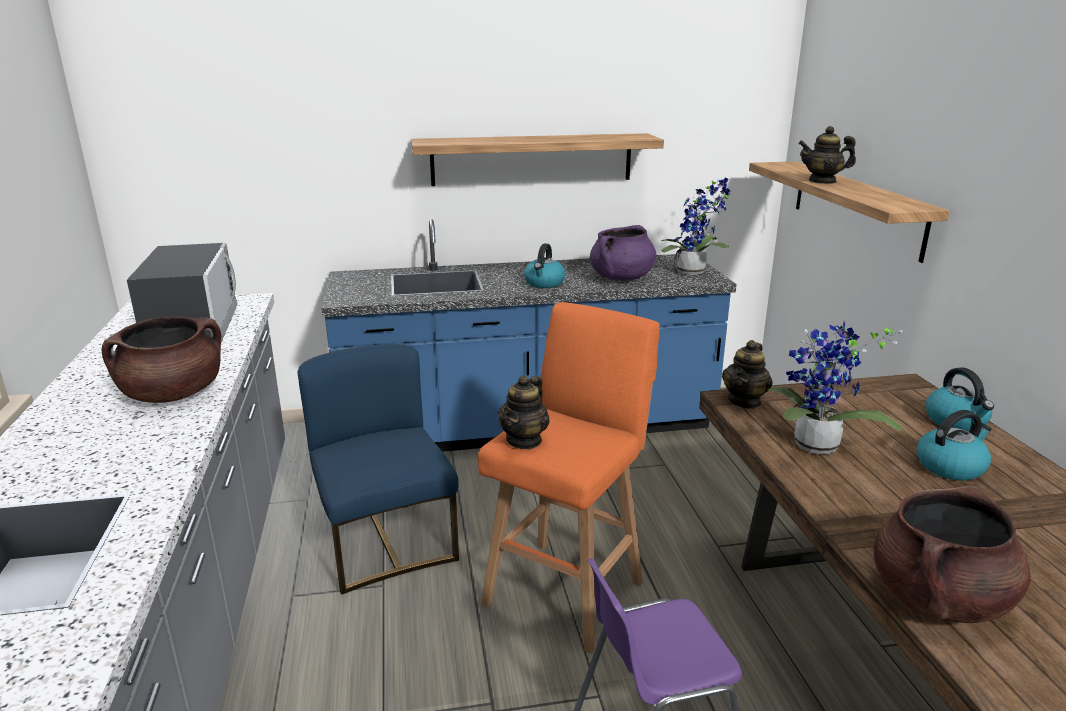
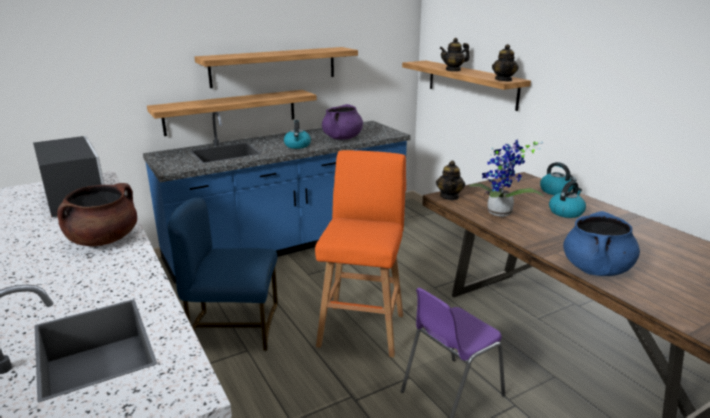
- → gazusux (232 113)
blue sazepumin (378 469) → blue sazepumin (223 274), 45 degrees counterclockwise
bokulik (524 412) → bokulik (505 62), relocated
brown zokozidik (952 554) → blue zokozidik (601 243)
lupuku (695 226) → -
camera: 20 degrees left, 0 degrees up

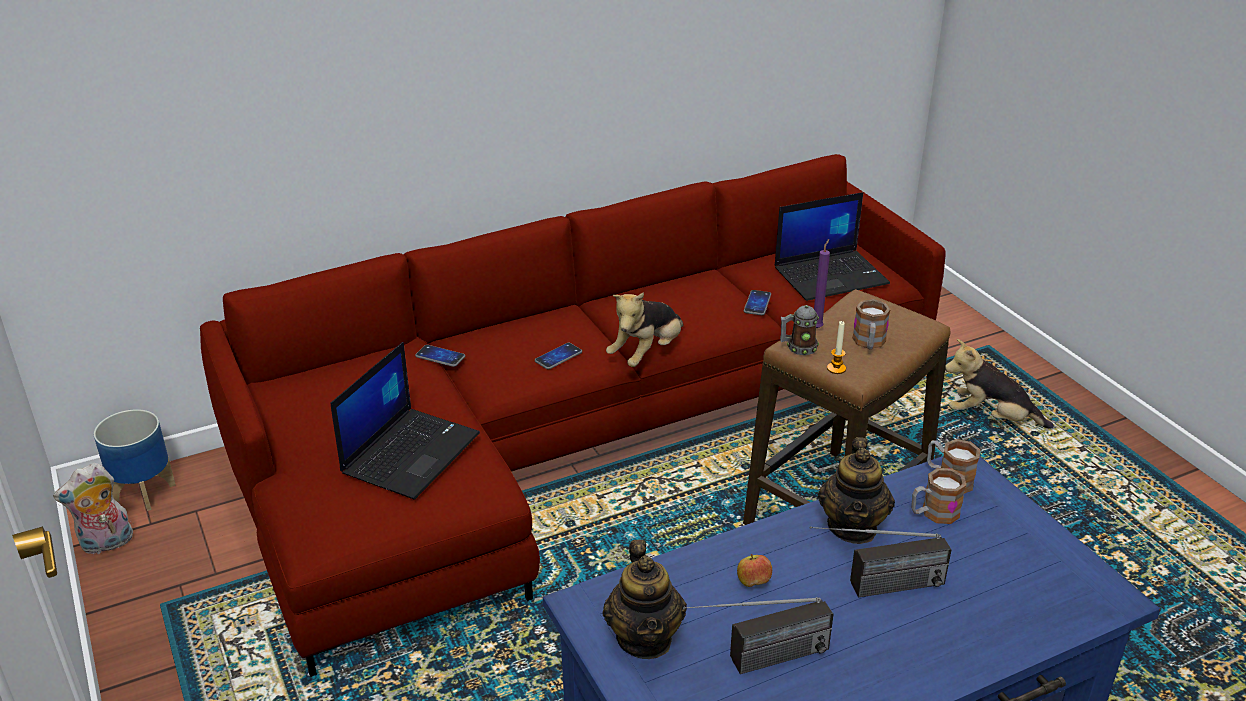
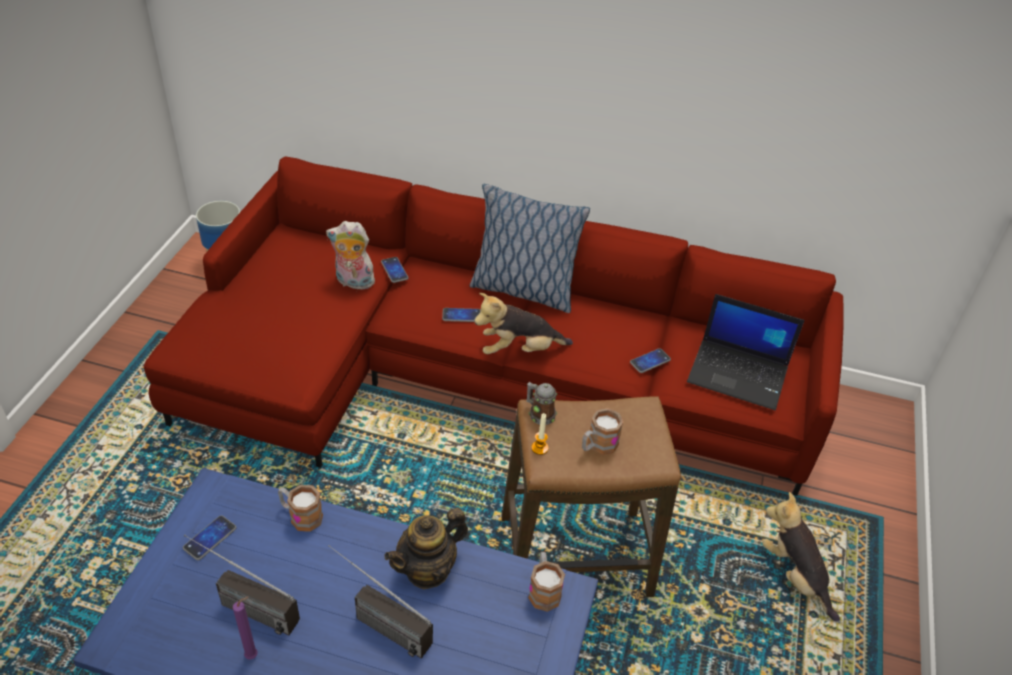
bokulik (645 599) → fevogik (209 538)
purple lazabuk (822 283) → purple lazabuk (245 627), relocated
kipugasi (938 496) → kipugasi (300 508), relocated
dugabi (93 508) → dugabi (350 255), relocated
- → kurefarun (529 248)
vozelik (405 421) → -
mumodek (754 570) → -
camera: 40 degrees right, 10 degrees up

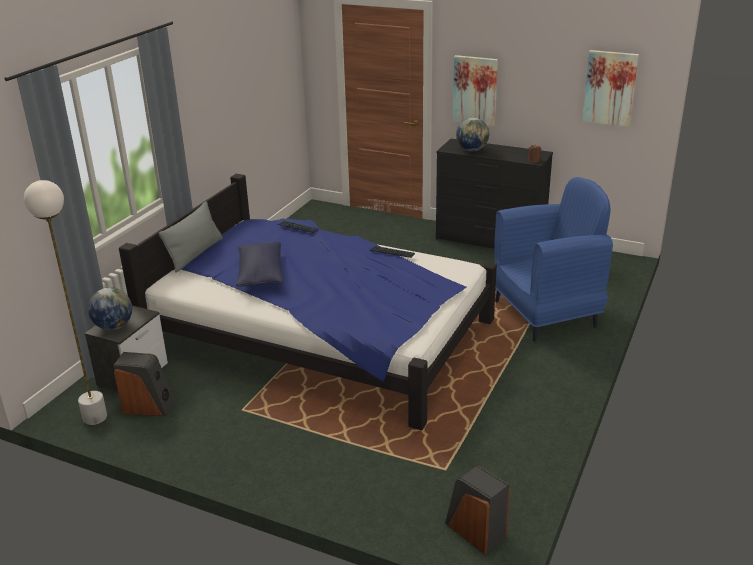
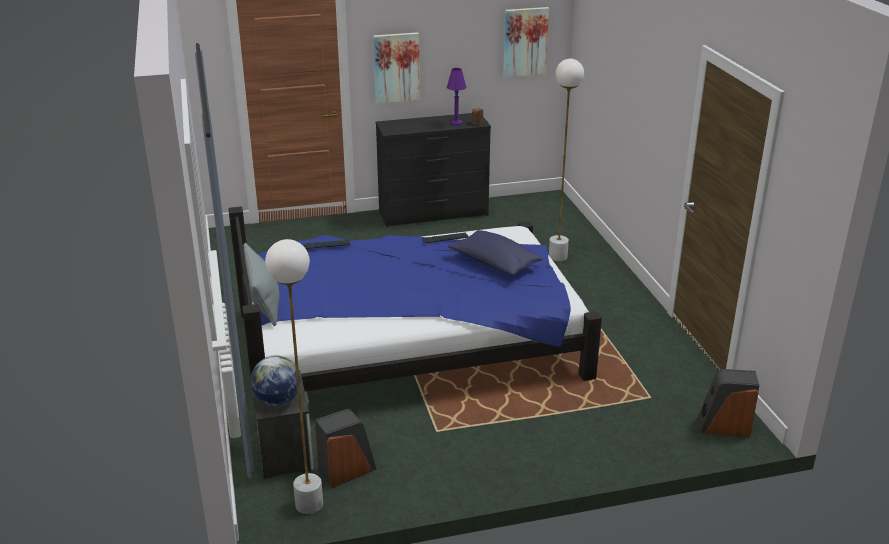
- → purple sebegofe (457 97)
blue kurefarun (259 264) → blue kurefarun (495 253), relocated
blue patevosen (553 259) → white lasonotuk (566 160)
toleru (472 135) → -
camera: 40 degrees left, 0 degrees up

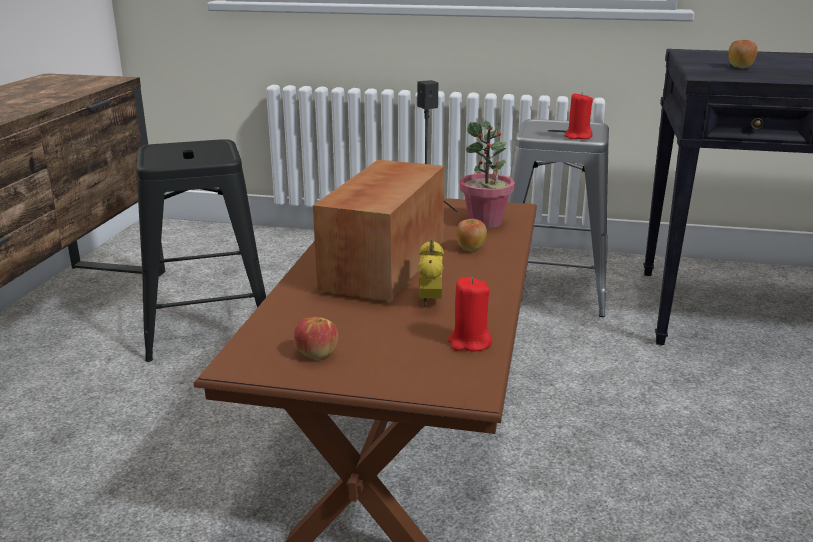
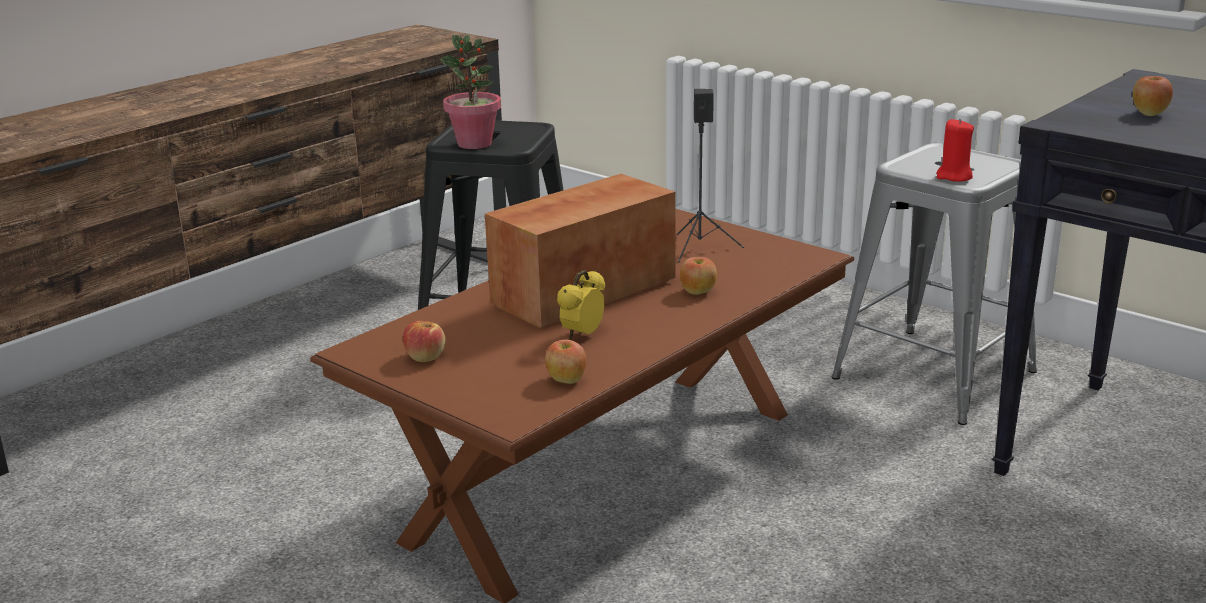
lupuku (487 174) → lupuku (470 91), relocated
red lazabuk (470 314) → mumodek (565 362)
camera: 30 degrees right, 0 degrees up

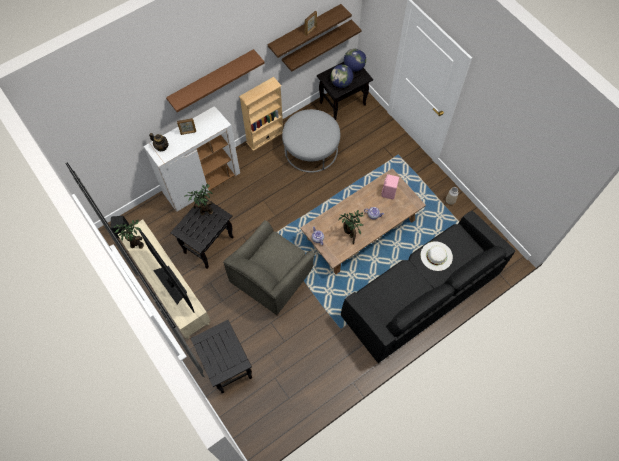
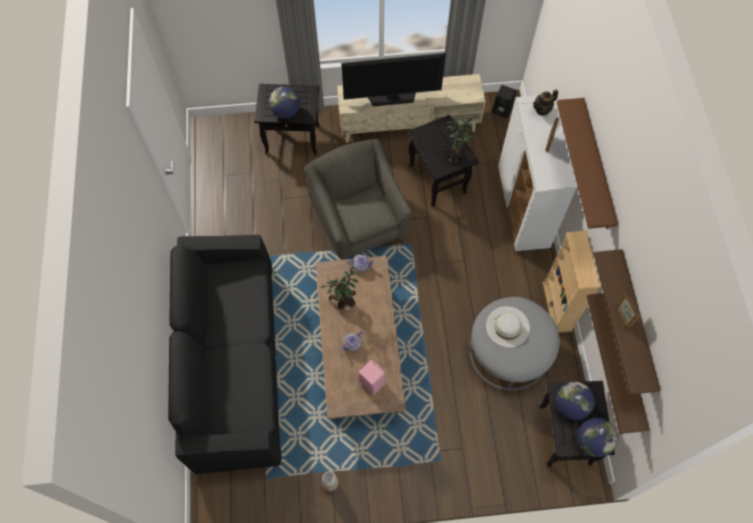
- → toleru (284 103)
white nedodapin (437 256) → white nedodapin (508 326), relocated
lupuku (128 234) → -
camera: 120 degrees right, 0 degrees up

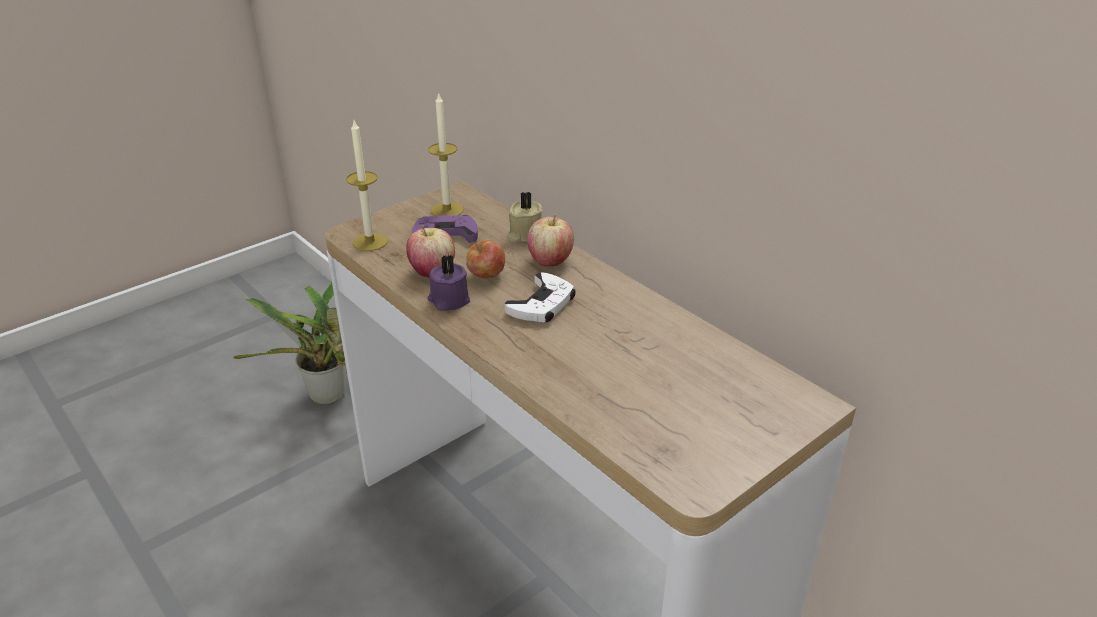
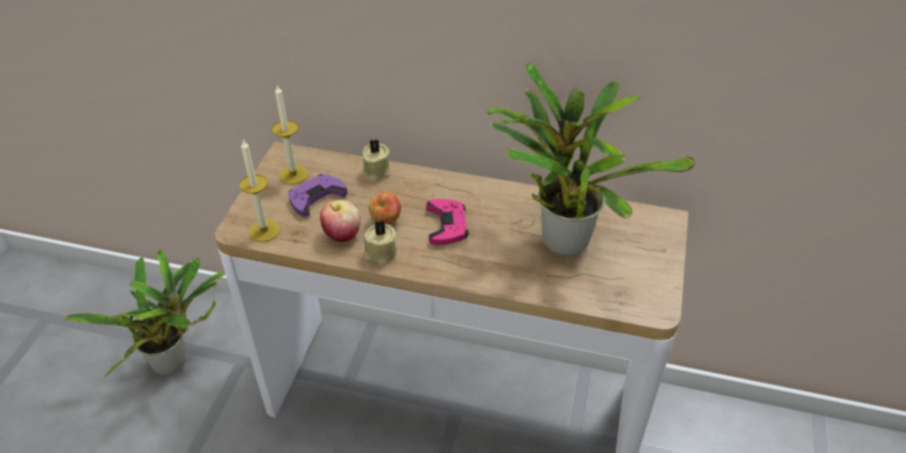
purple lazabuk (449 282) → beige lazabuk (380 242)
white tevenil (540 297) → pink tevenil (447 222)
- → lupuku (590 159)
mumodek (550 240) → -
camera: 35 degrees left, 10 degrees up

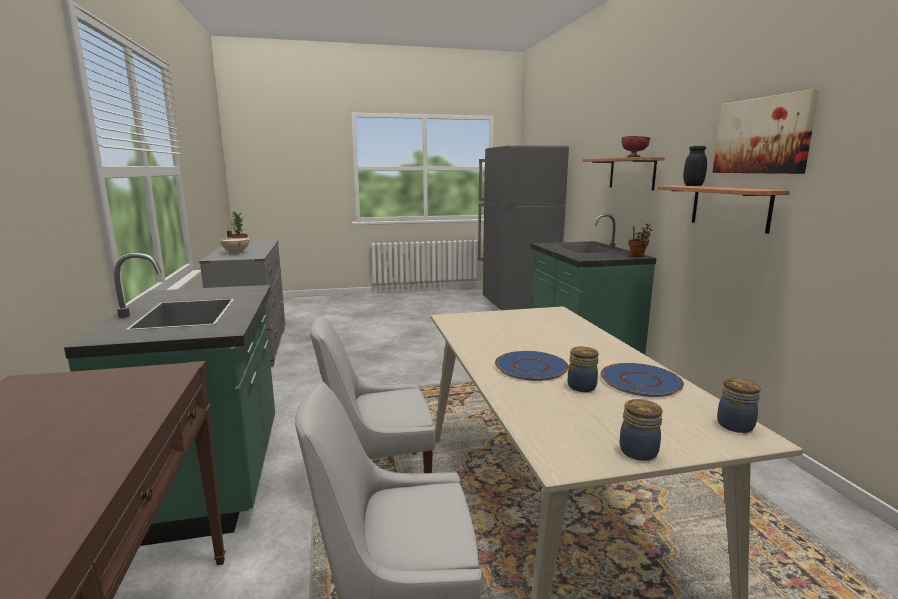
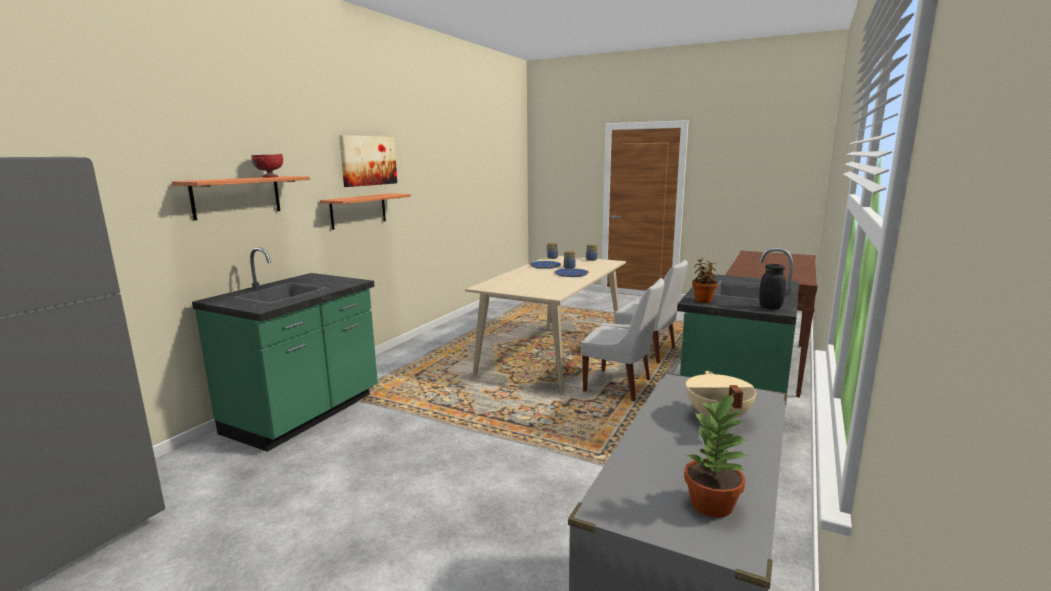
lupuku (640 240) → lupuku (705 280), relocated
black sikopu (695 166) → black sikopu (772 286), relocated
camera: 140 degrees left, 0 degrees up

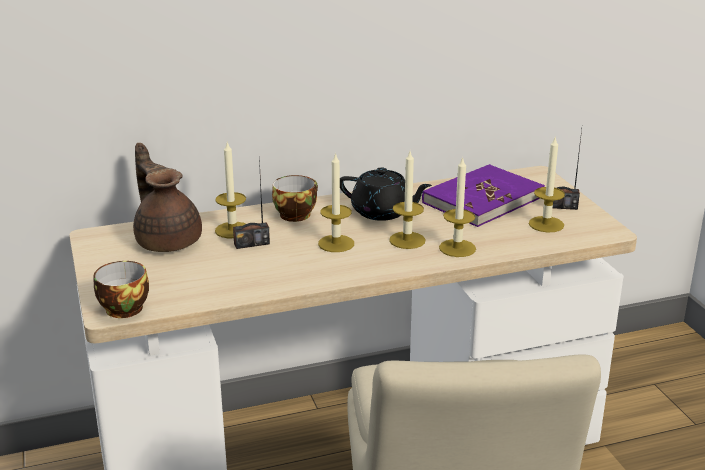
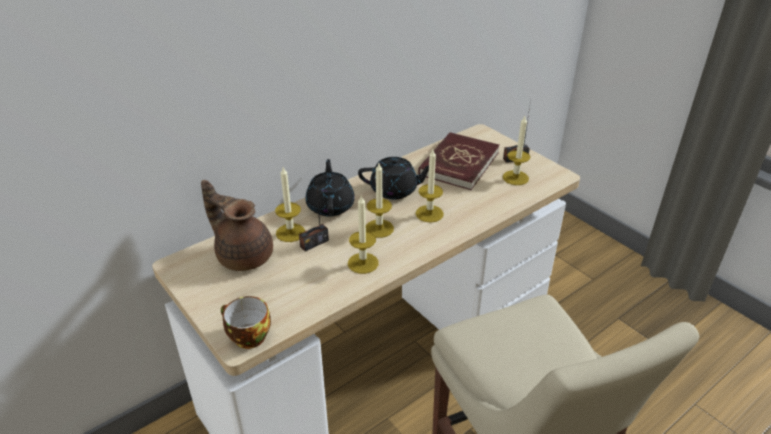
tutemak (295 198) → black bokulik (330 188)
lazabuk (457 206) → lazabuk (363 235), relocated
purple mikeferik (483 195) → red mikeferik (459 161)
camera: 20 degrees left, 10 degrees up

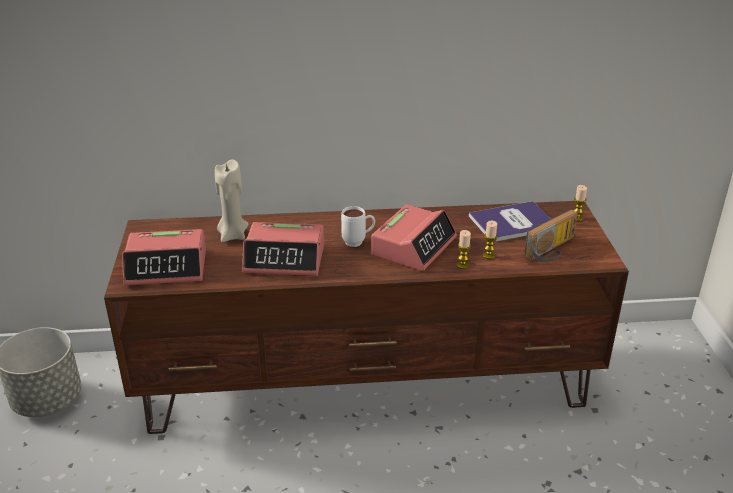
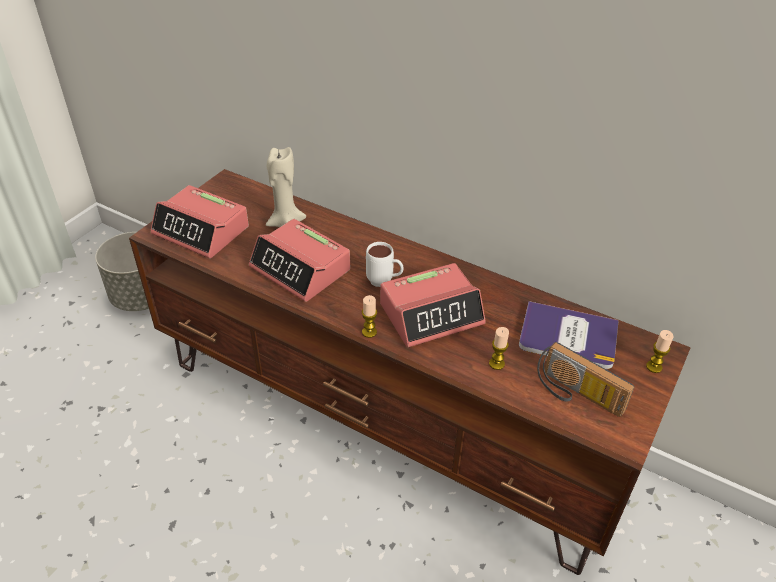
lazabuk (463 249) → lazabuk (369 316), relocated
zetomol (550 235) → zetomol (585 379), 45 degrees clockwise
camera: 35 degrees right, 10 degrees up

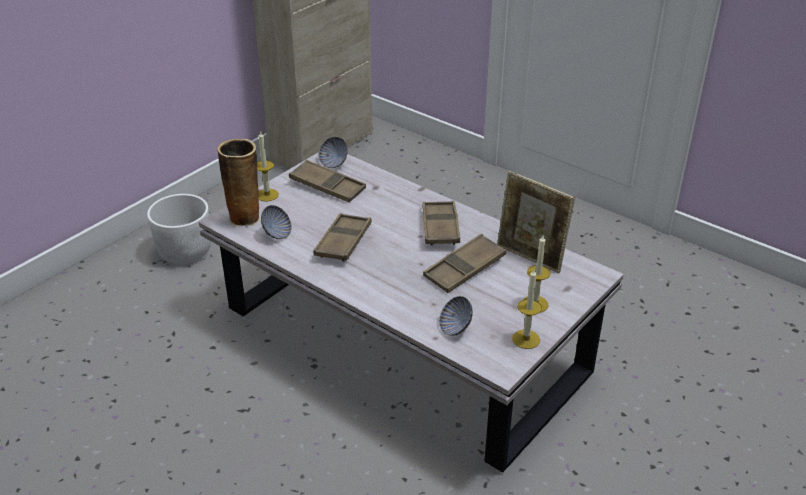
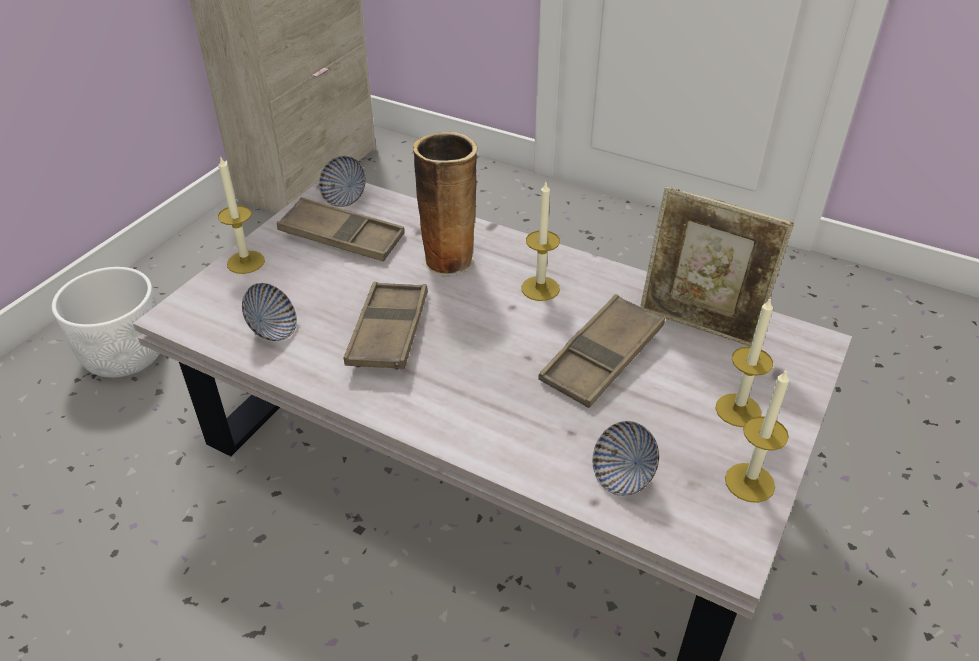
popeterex (239 183) → popeterex (445 204), relocated
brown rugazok (441 223) → lazabuk (540 241)
camera: 10 degrees left, 5 degrees up

